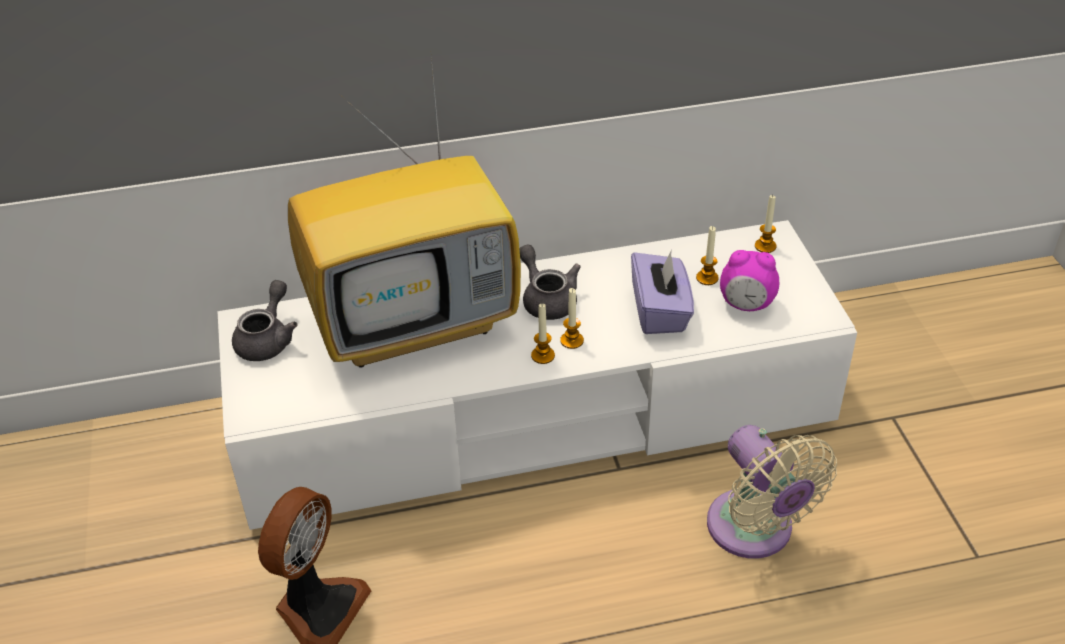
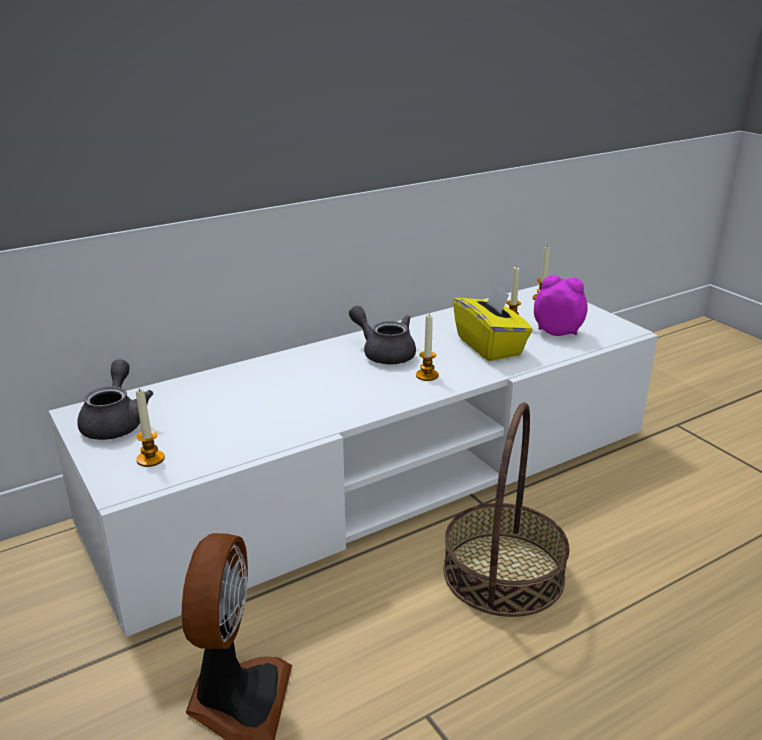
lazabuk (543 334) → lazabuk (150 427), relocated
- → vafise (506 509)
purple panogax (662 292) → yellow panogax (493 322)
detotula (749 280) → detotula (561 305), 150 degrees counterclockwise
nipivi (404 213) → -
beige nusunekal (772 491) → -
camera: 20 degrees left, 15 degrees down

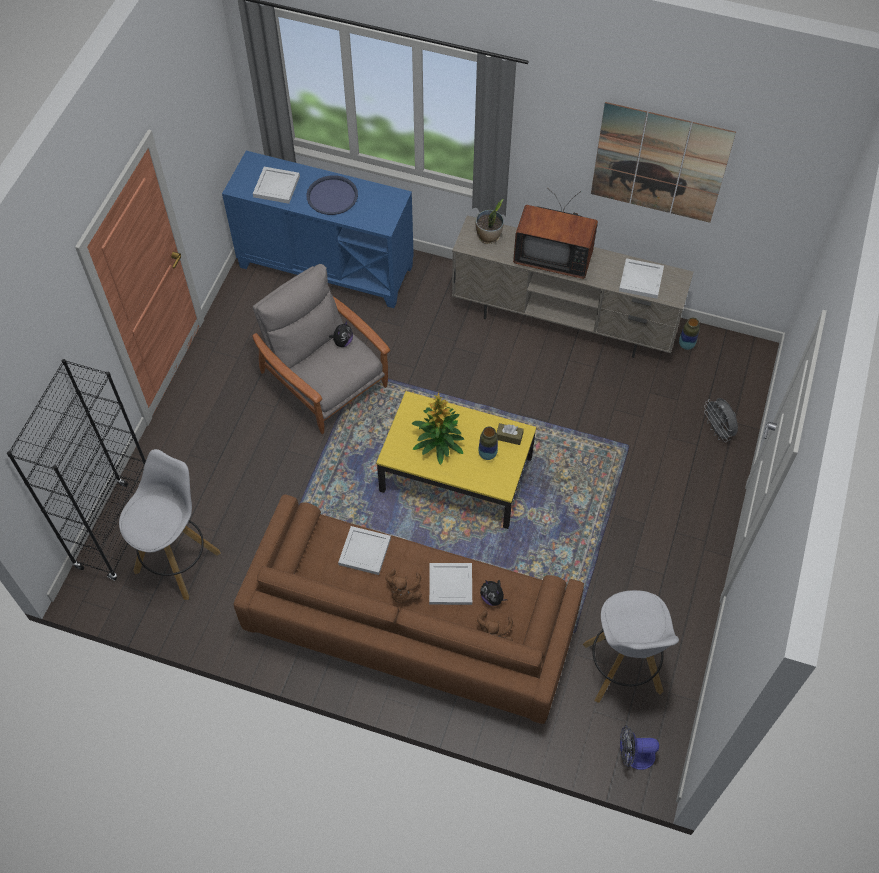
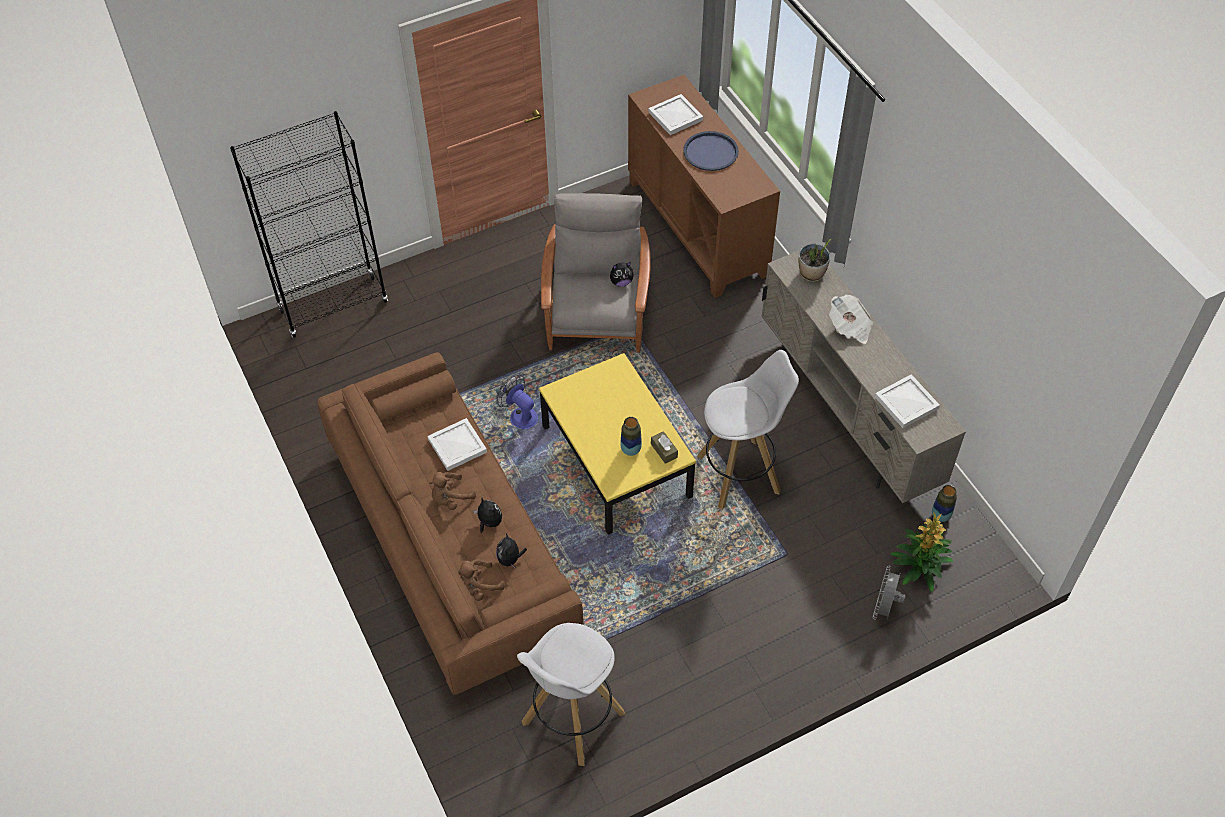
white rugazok (450 584) → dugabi (487 515)
nusunekal (639 747) → nusunekal (517 402), relocated
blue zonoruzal (318 229) → brown zonoruzal (704 186)
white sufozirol (170 524) → white sufozirol (748 430), relocated
nipivi (555 233) → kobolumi (851 319)
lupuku (438 428) → lupuku (922 552), relocated
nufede (663 162) → -
camera: 45 degrees right, 5 degrees down

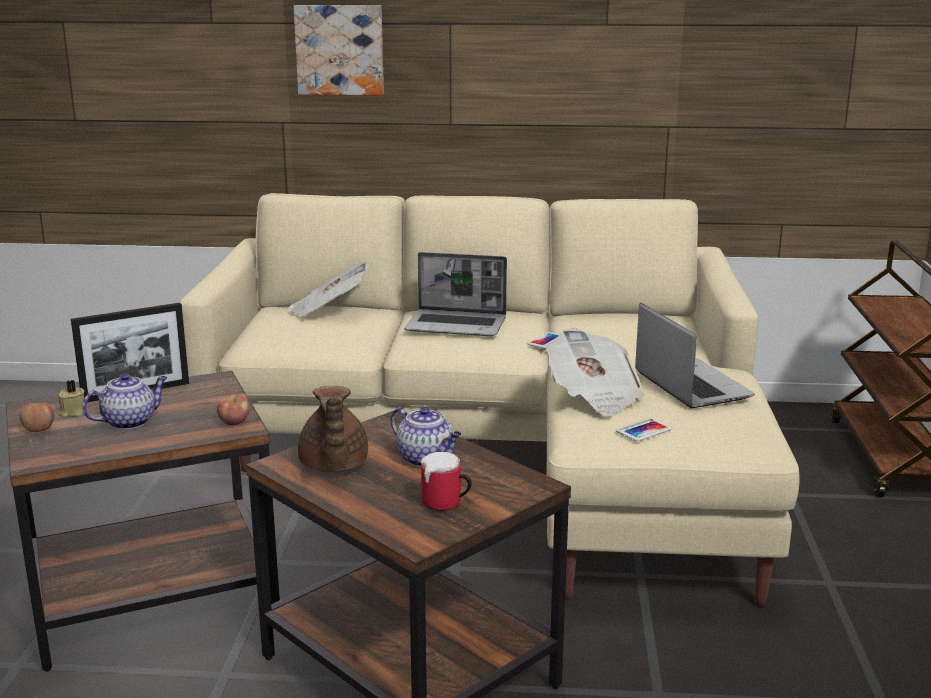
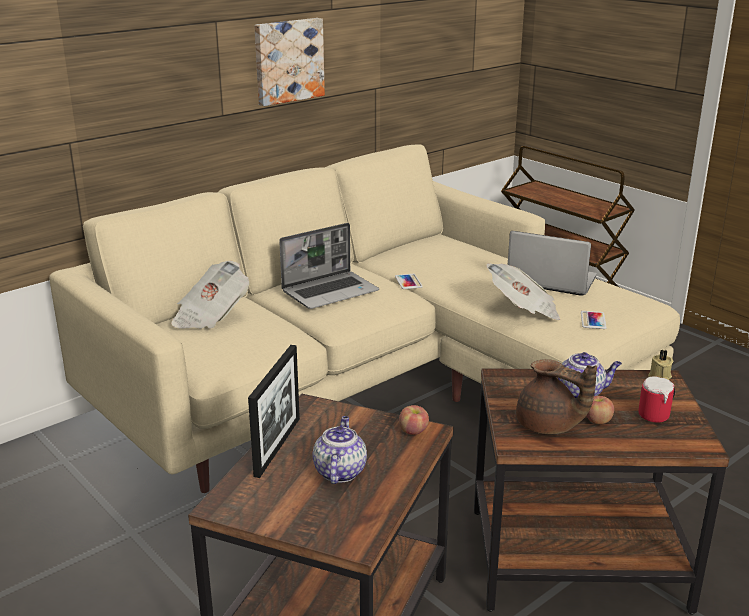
nufede (339 50) → nufede (289 62), relocated
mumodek (36 417) → mumodek (600 410), relocated
beige lazabuk (72 399) → beige lazabuk (661 365), relocated
camera: 45 degrees left, 5 degrees up

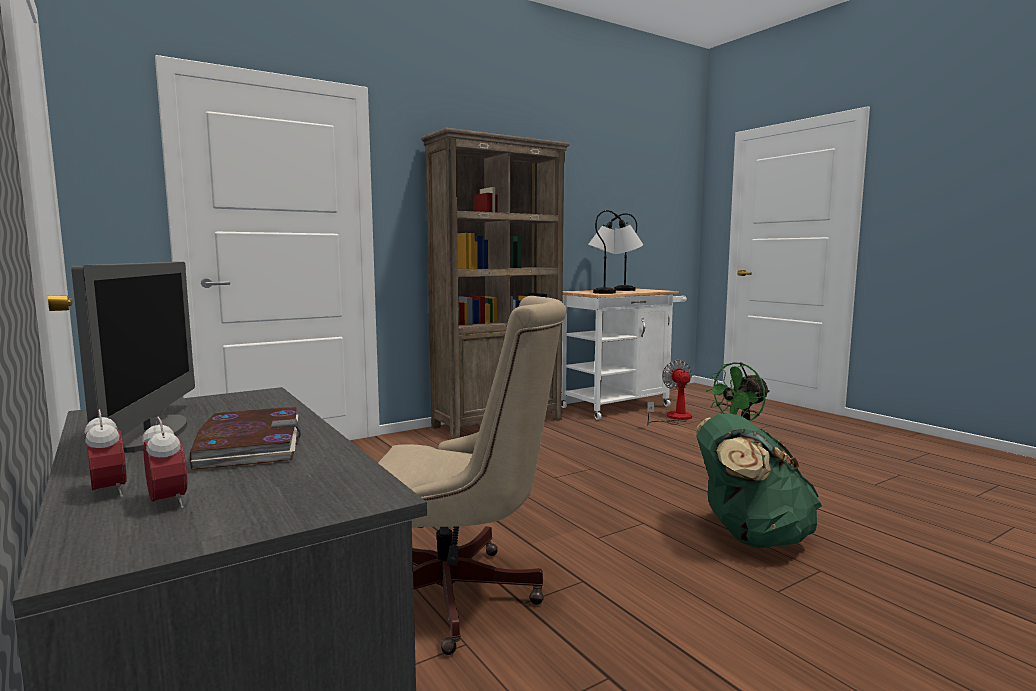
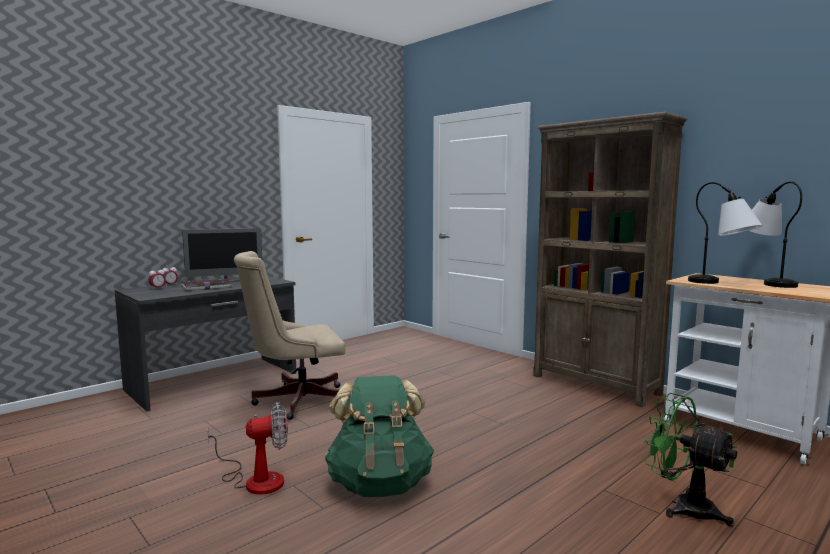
nusunekal (669 392) → nusunekal (247 448), relocated
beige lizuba (472 475) → beige lizuba (289 335), 75 degrees clockwise
camera: 80 degrees right, 0 degrees up

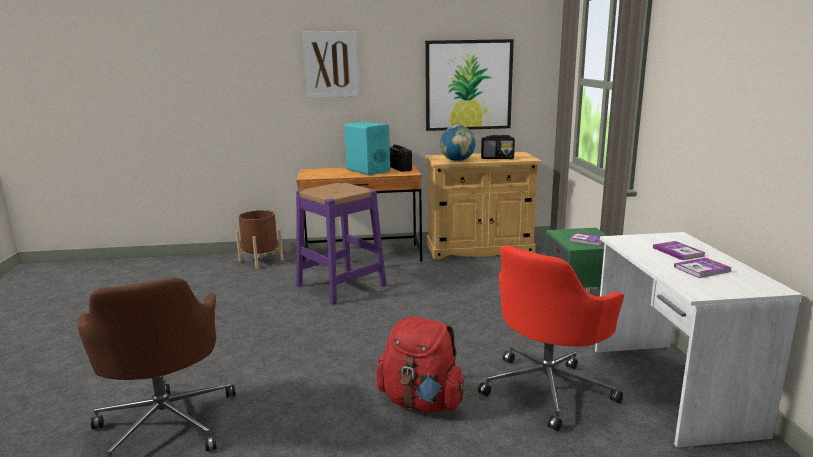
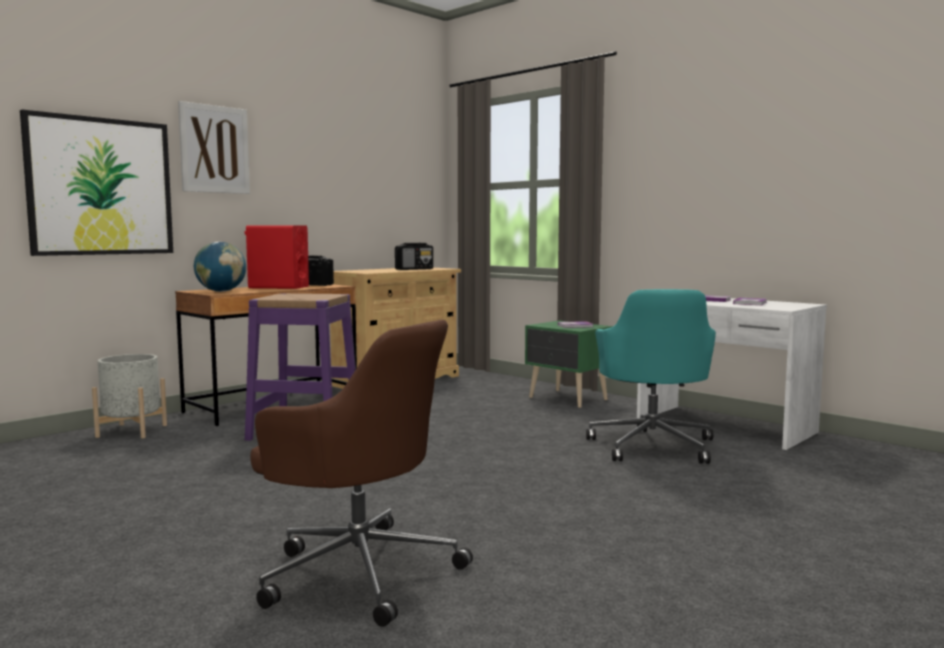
nufede (469 85) → nufede (96 183), relocated
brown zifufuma (259 239) → grey zifufuma (129 396)
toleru (458 143) → toleru (220 267), relocated
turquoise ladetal (367 148) → red ladetal (276 257)
red lizuba (551 338) → turquoise lizuba (651 376)
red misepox (420 364) → -
camera: 40 degrees left, 10 degrees down

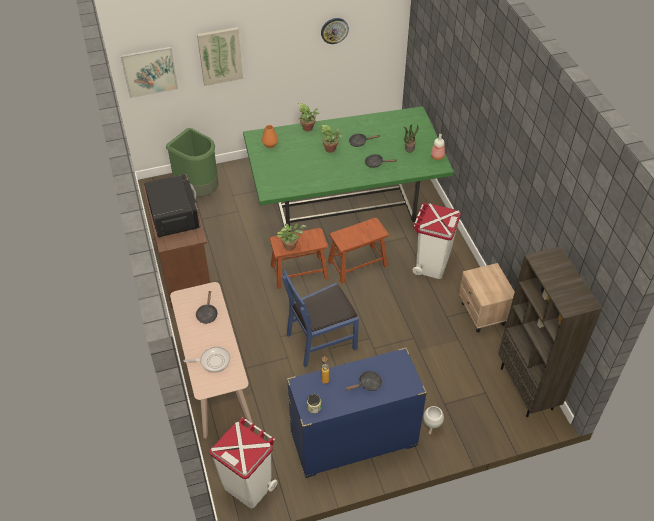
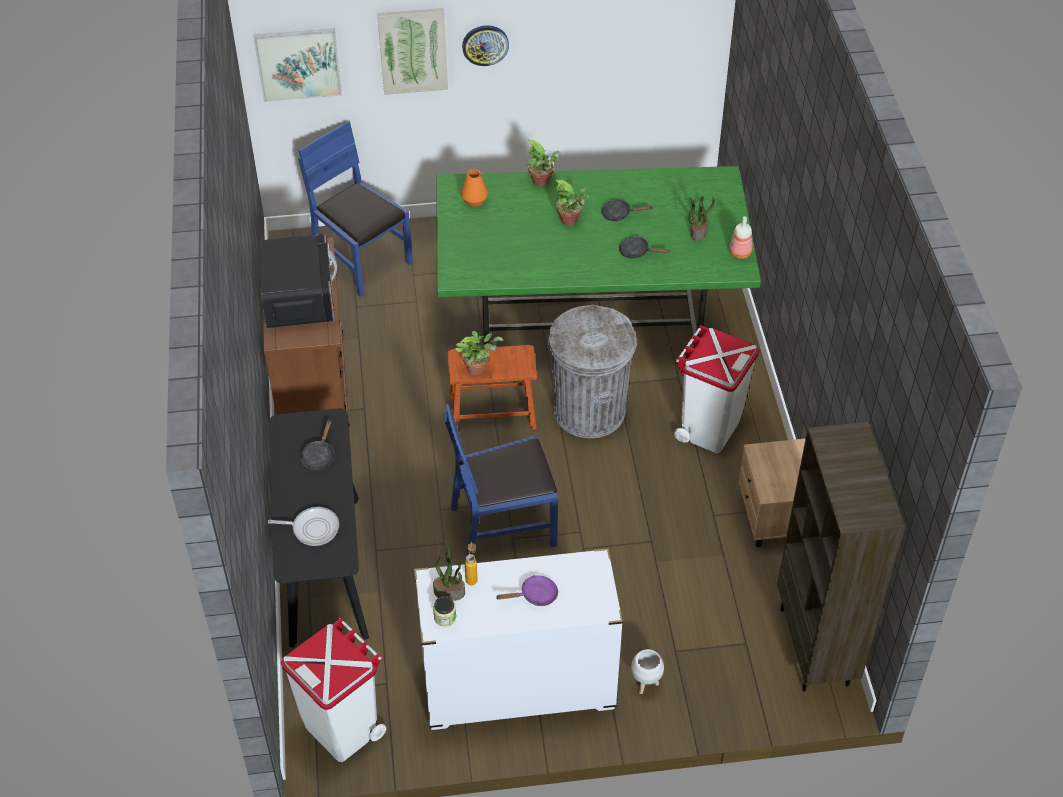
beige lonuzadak (211 360) → black lonuzadak (319 528)
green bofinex (192 162) → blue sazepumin (355 209)
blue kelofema (357 413) → white kelofema (518 639)
- → lupuku (449 574)
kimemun (335 31) → kimemun (485 45), relocated
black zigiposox (364 381) → purple zigiposox (527 590)
brown sufozirol (358 251) → grey bofinex (592 371)
camera: 10 degrees right, 0 degrees up

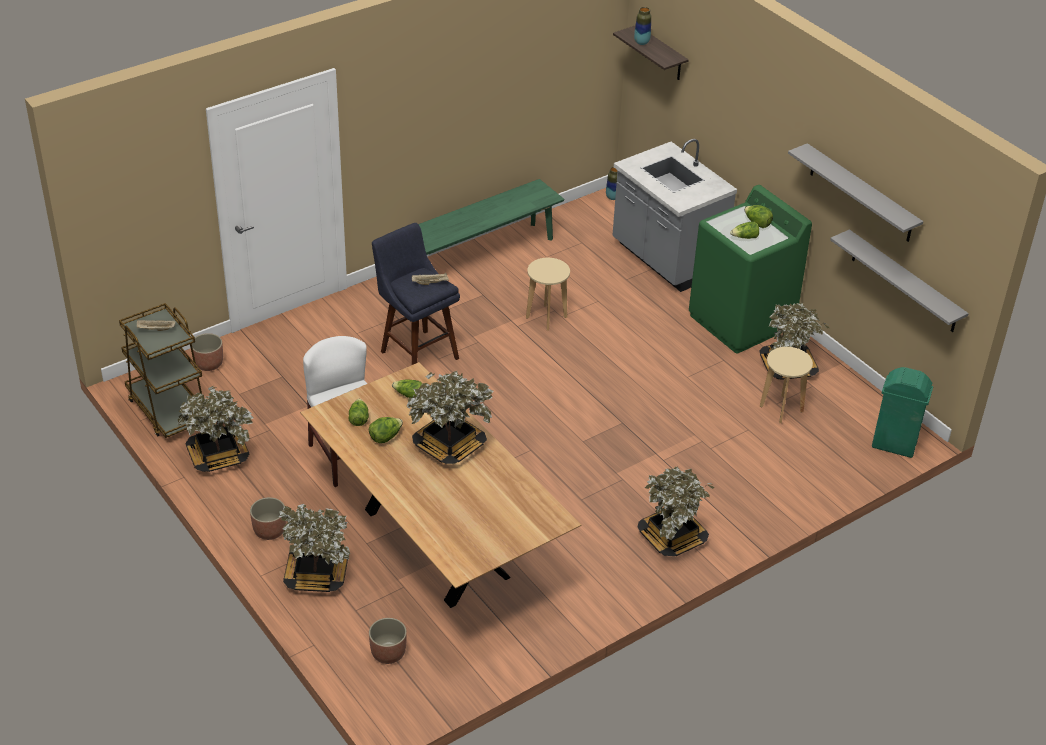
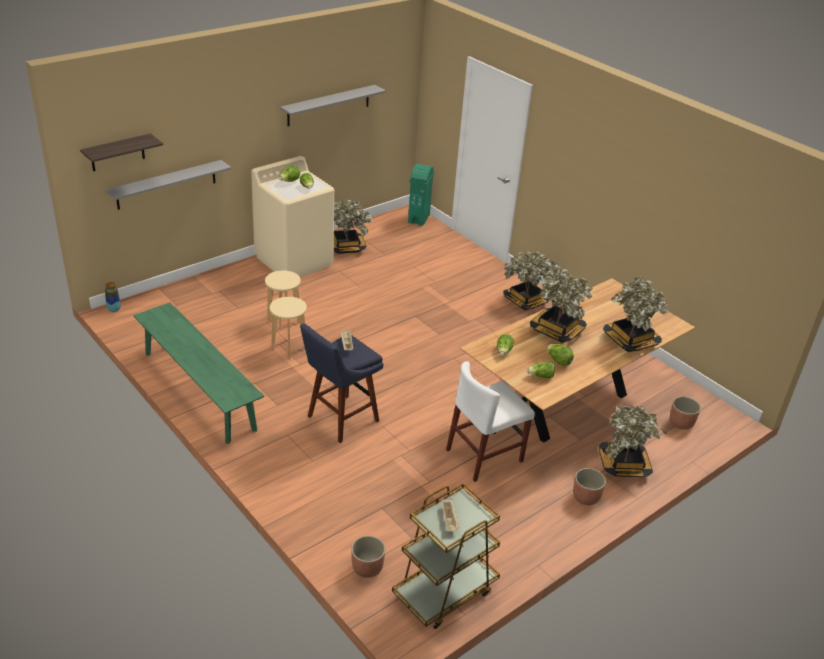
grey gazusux (899 280) → grey gazusux (168 185), relocated
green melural (750 269) → beige melural (292 216)
beige sufozirol (786 385) → beige sufozirol (283 300), relocated
lupuku (215 429) → lupuku (635 314), relocated
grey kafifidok (674 215) → -
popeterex (642 26) → -
camera: 95 degrees left, 5 degrees down

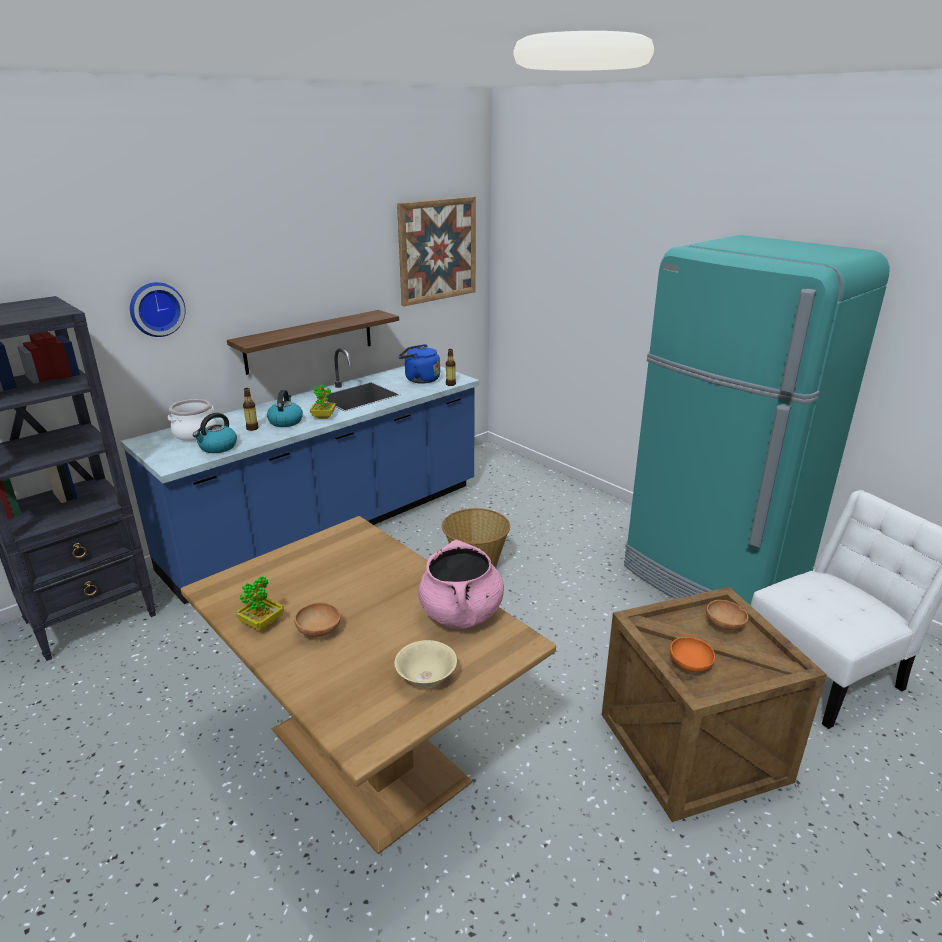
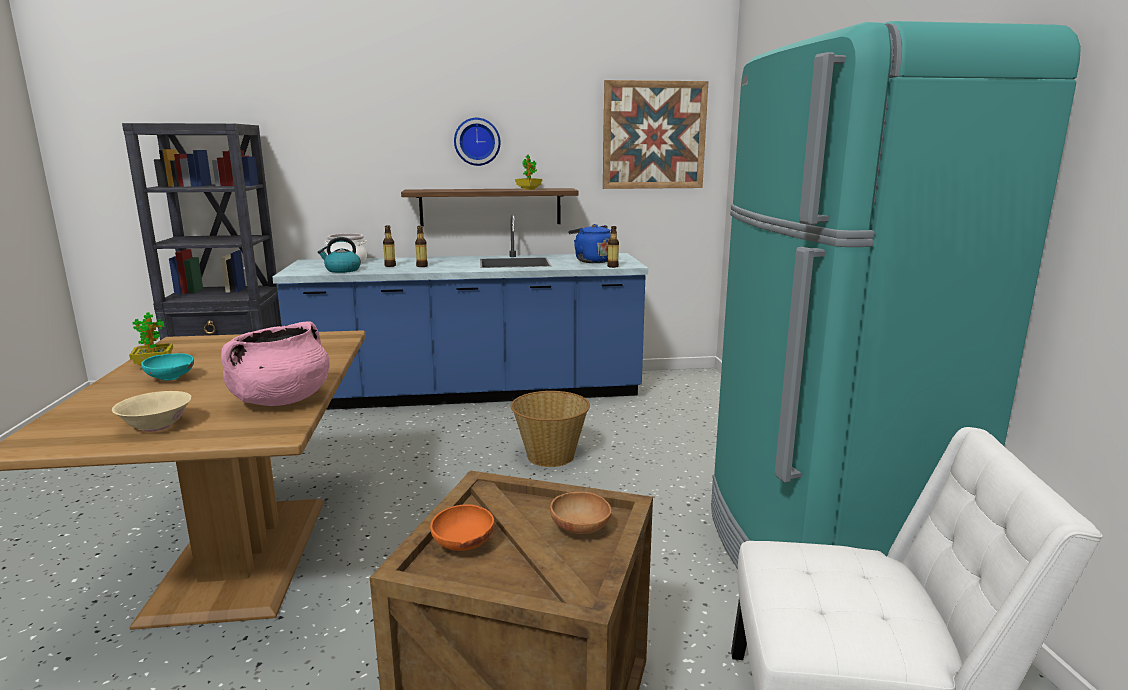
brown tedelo (317 619) → turquoise tedelo (167 367)
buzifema (285 408) → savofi (421 246)
kimemun (158 309) → kimemun (477 142), relocated
lupuku (323 401) → lupuku (528 172), relocated
camera: 35 degrees right, 10 degrees down

